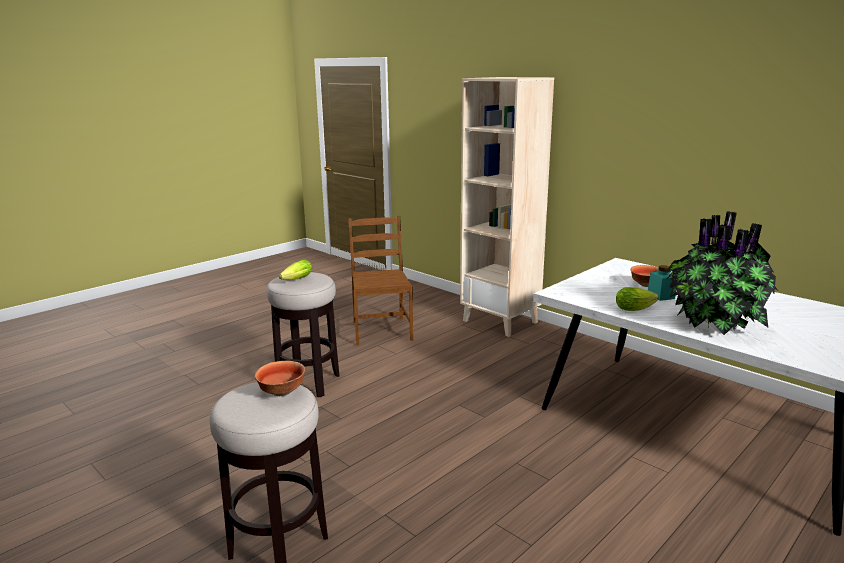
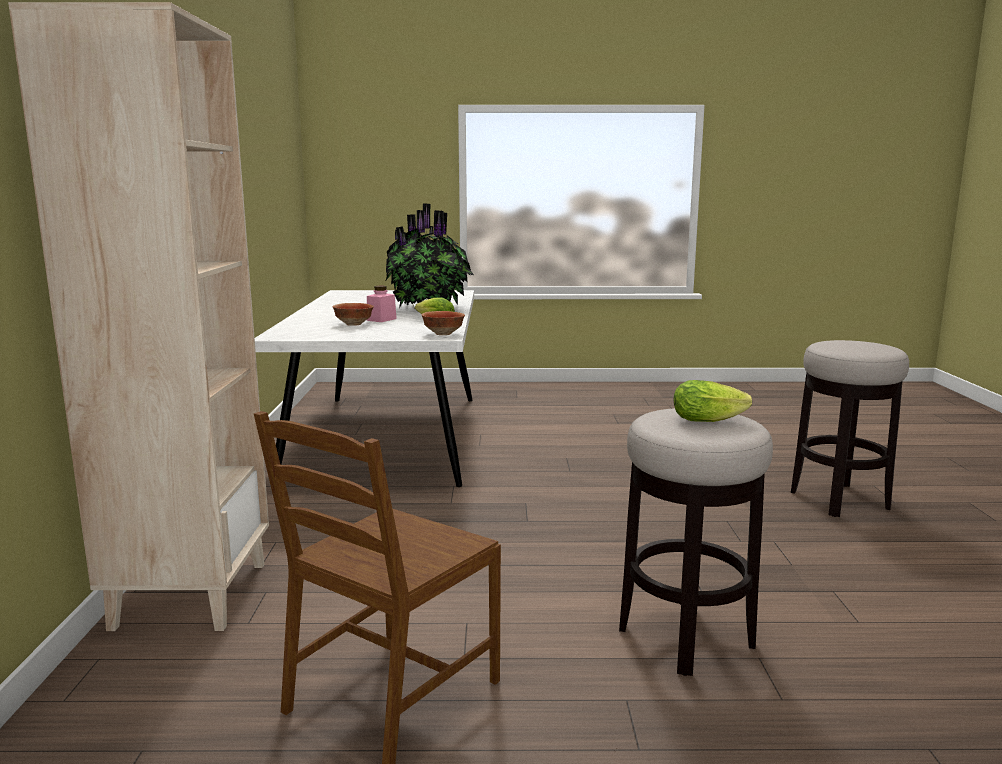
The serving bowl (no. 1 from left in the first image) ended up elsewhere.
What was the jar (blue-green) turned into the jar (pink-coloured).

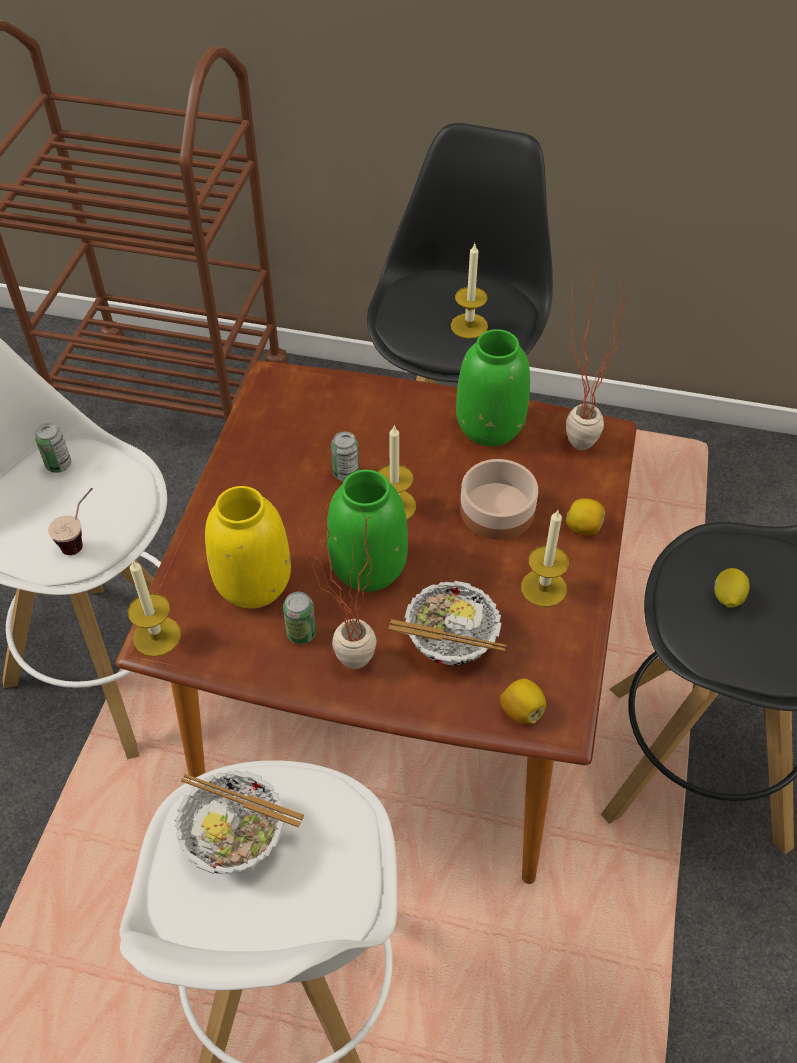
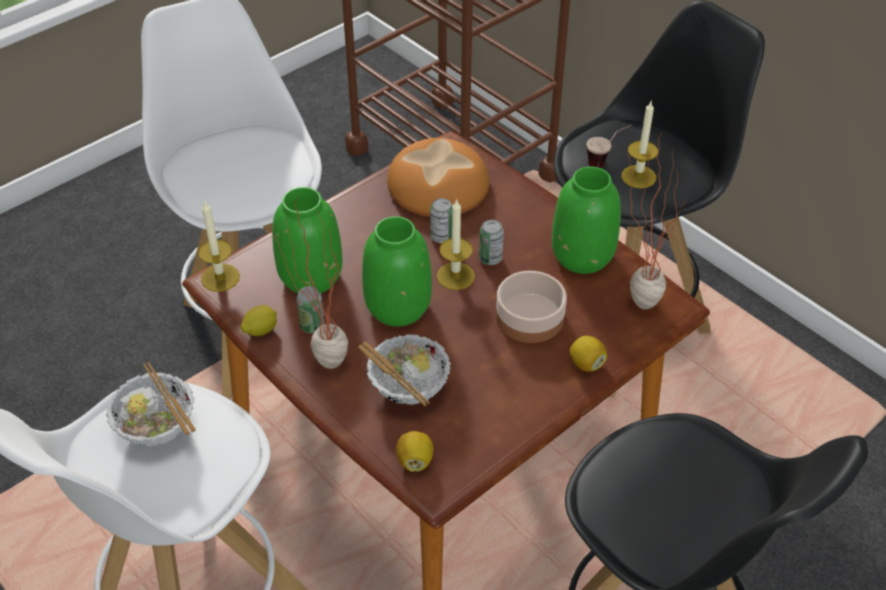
The sealed can (no. 1 from left in the first image) ended up elsewhere.
The small cup ended up elsewhere.
What was the flower vase (yellow-coloured) turned into the flower vase (green-coloured) (no. 1 from left).
The second view lost the candle (no. 4 from left).
The whole lemon (no. 3 from left in the first image) ended up elsewhere.
The second view gained the bakery bread.

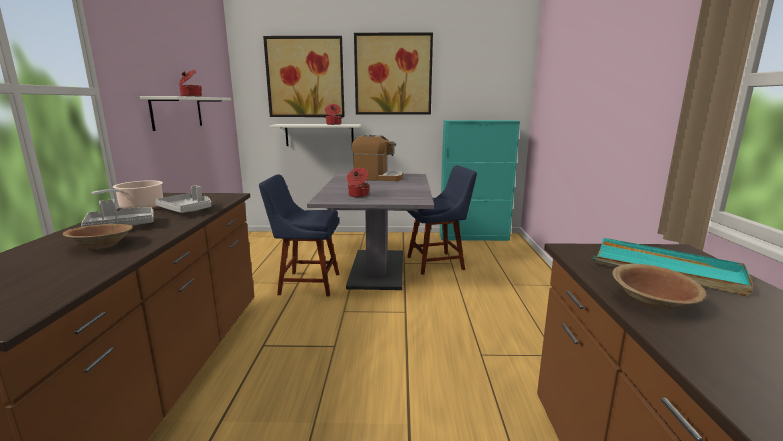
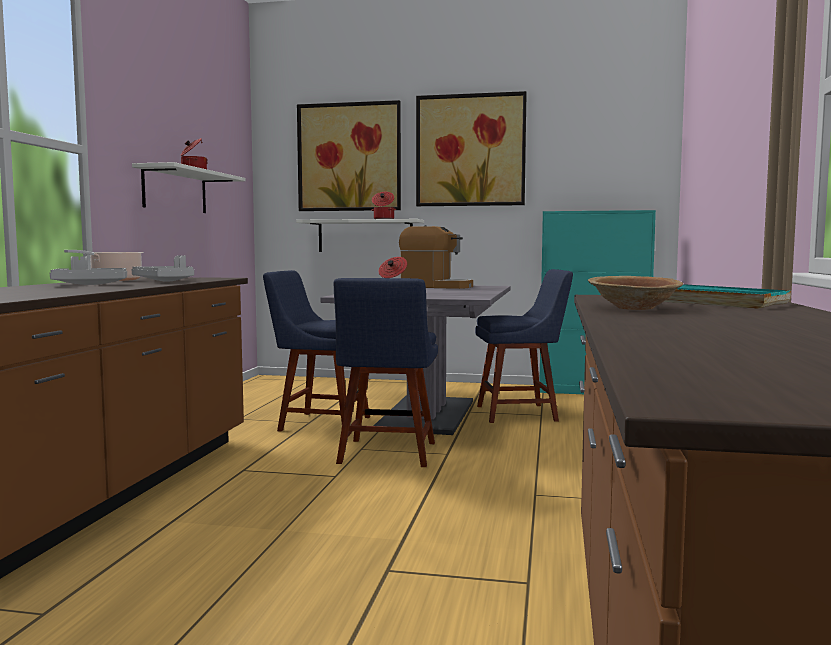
The second view lost the serving bowl (brown-coloured) (no. 1 from left).
The second view gained the chair (blue-coloured) (no. 2 from left).

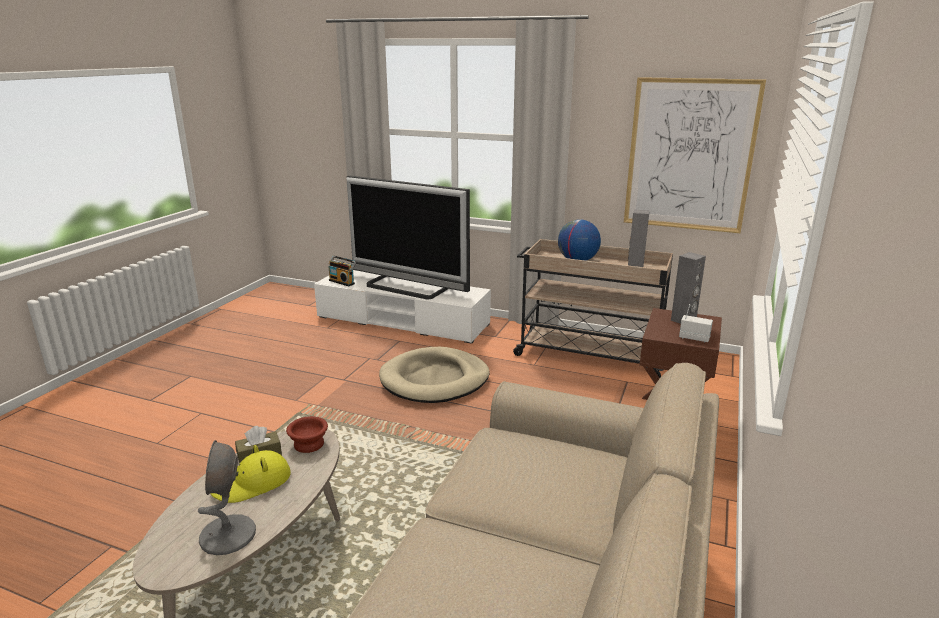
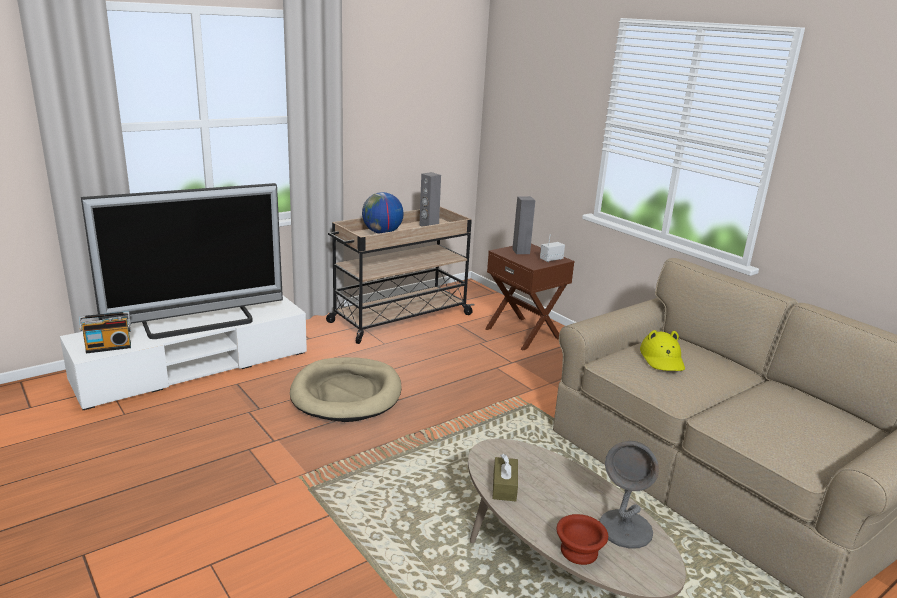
The wearable hat (yellow-coloured) ended up elsewhere.
The serving bowl (brown-coloured) ended up elsewhere.
The second view lost the picture.

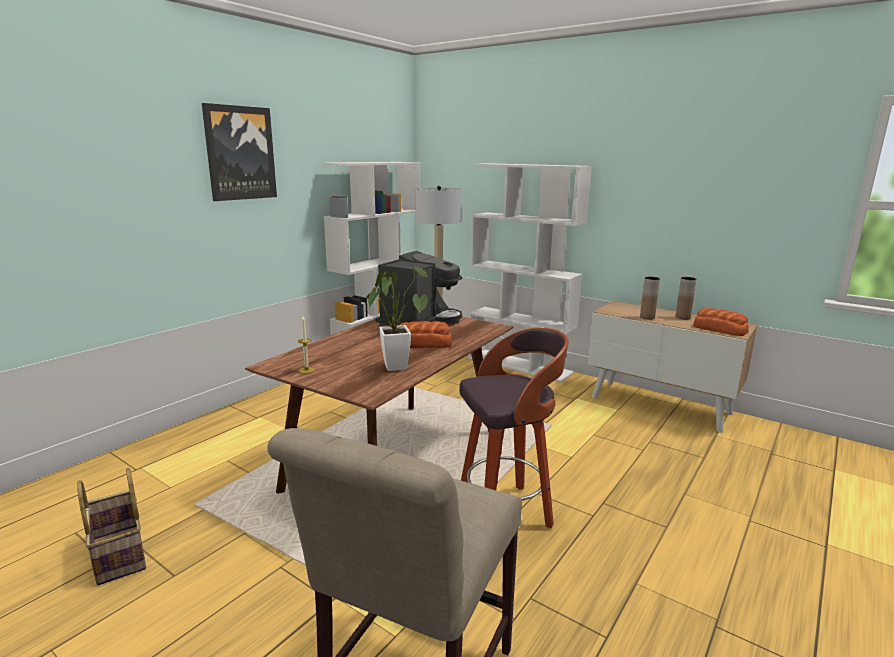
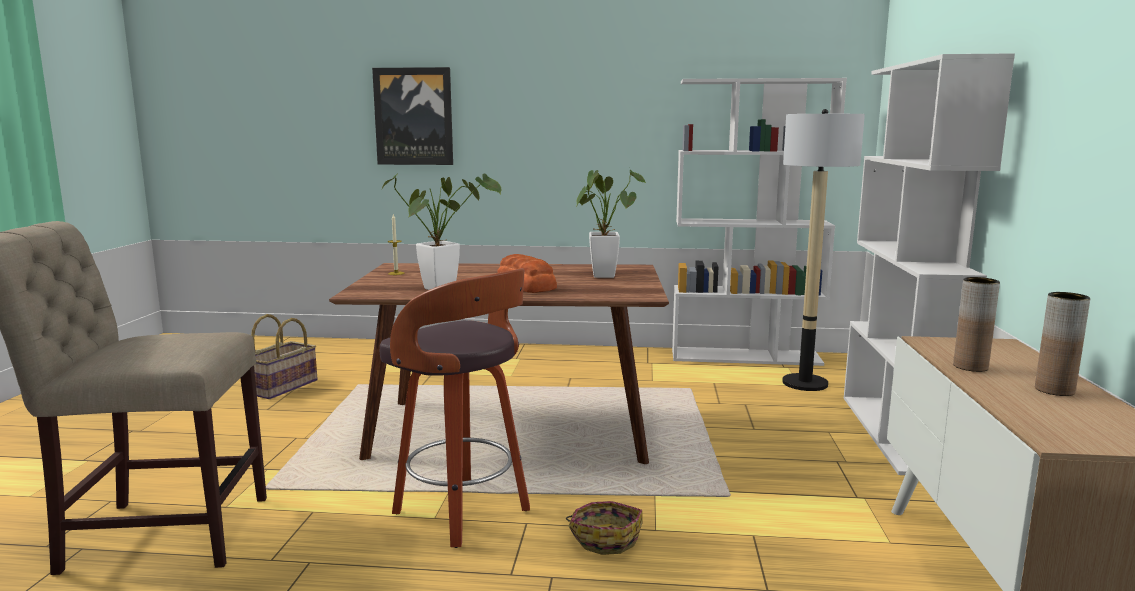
The picture ended up elsewhere.
Where the coffee brewer stood, the plant in a pot (no. 2 from left) came to stand.
The second view lost the bakery bread (no. 2 from left).
The second view gained the basket (no. 2 from left).

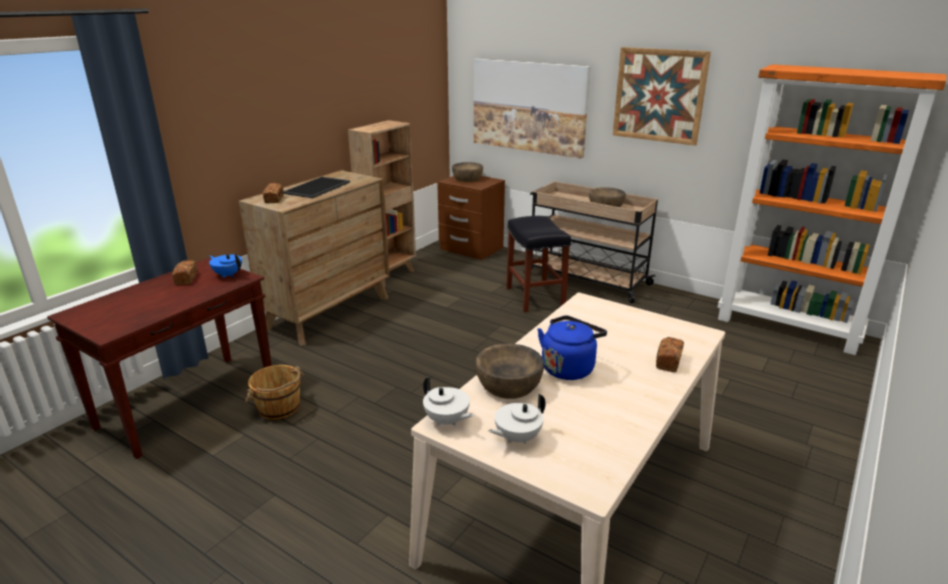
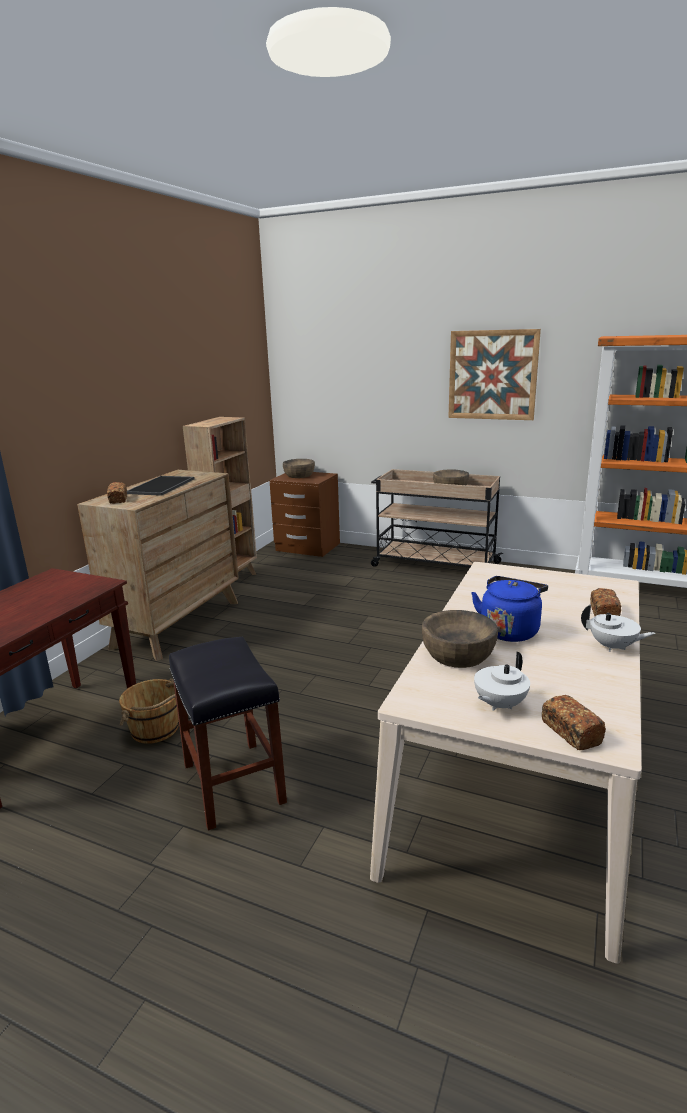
The bakery bread (no. 1 from left in the first image) ended up elsewhere.
The second view lost the tea pot (blue-coloured).
The tea pot (whitish) (no. 1 from left in the first image) ended up elsewhere.
The second view lost the picture (no. 1 from left).
The stool (black-coloured) ended up elsewhere.

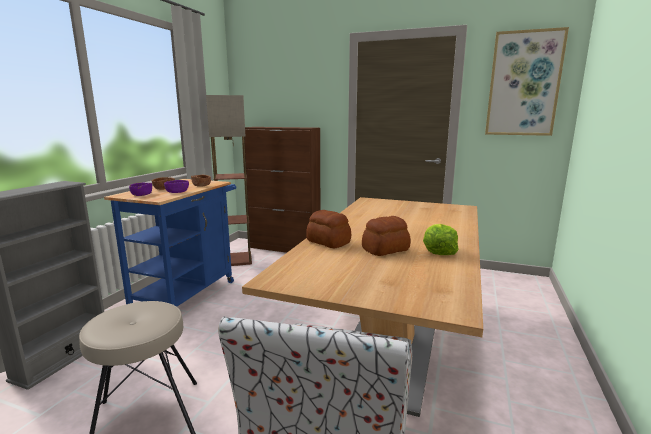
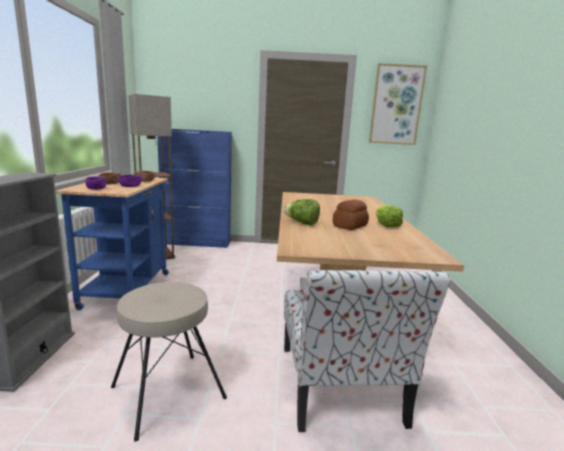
What was the cabinet (brown-coloured) turned into the cabinet (blue-coloured).
Where the bakery bread (no. 1 from left) stood, the lettuce (no. 1 from left) came to stand.

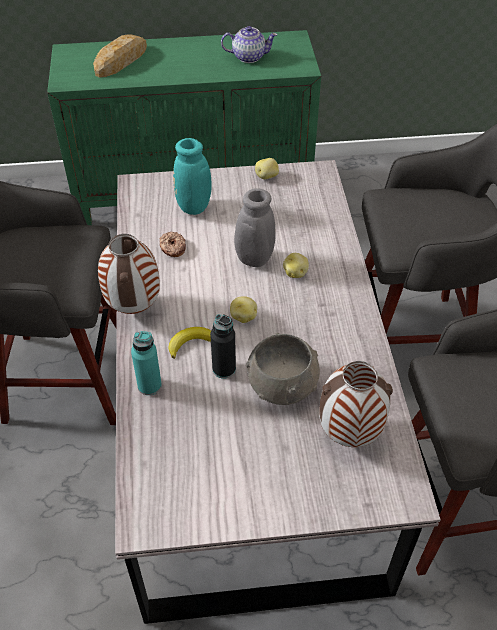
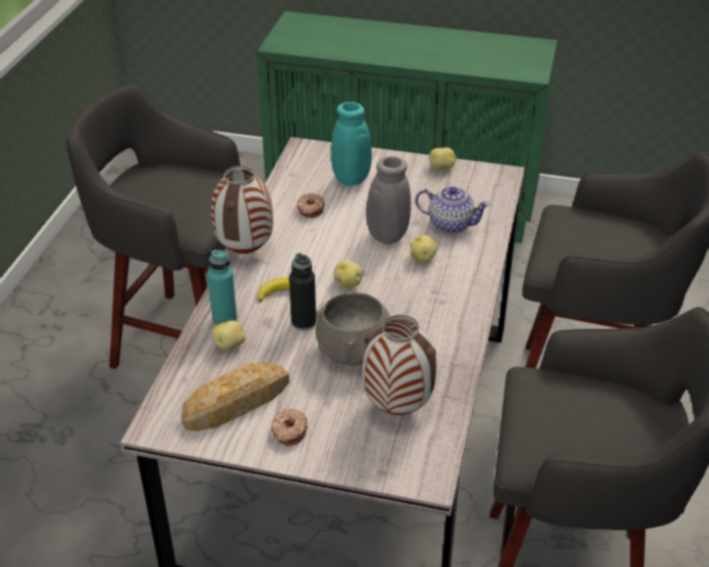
The bakery bread ended up elsewhere.
The tea pot ended up elsewhere.
The second view gained the potato (no. 1 from left).
The second view gained the donut (no. 1 from left).

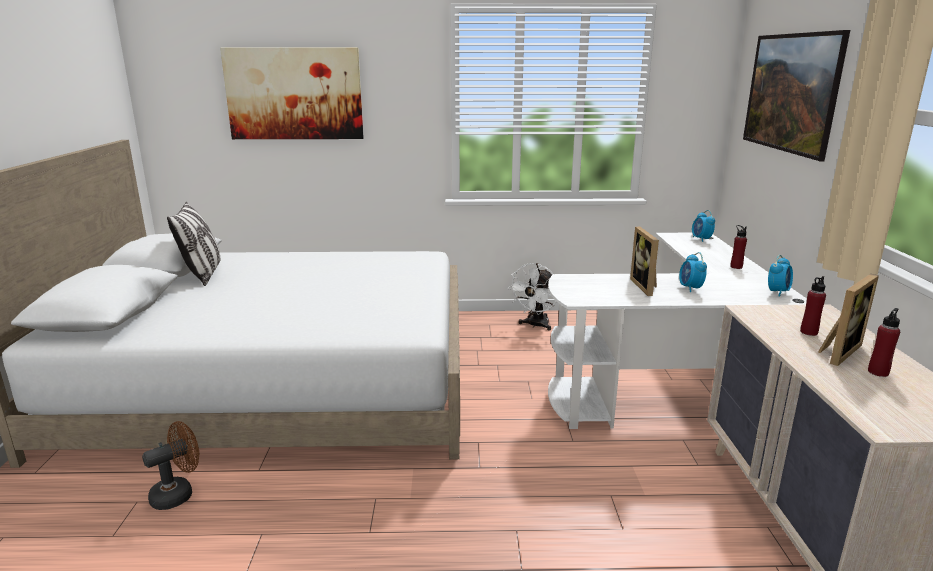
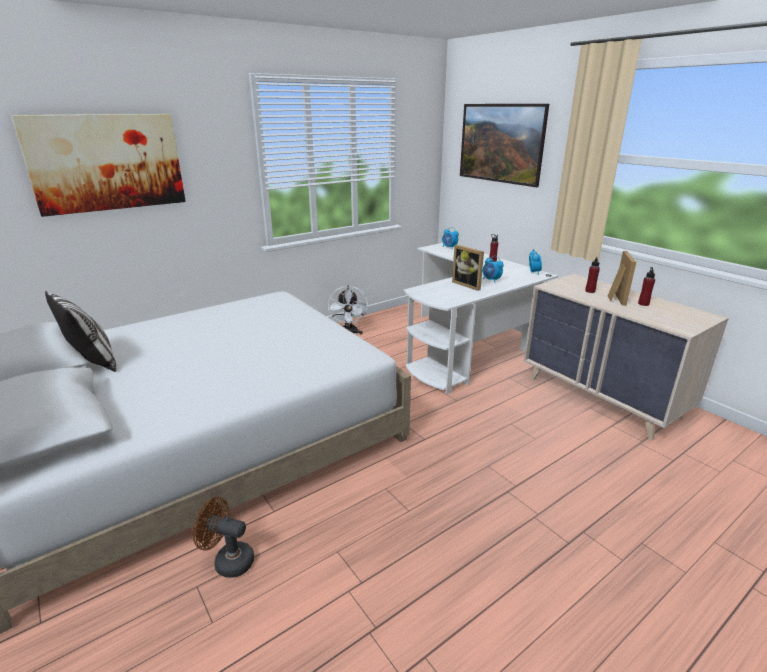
The cooling fan (brown-coloured) ended up facing another way, 90 degrees counterclockwise from before.

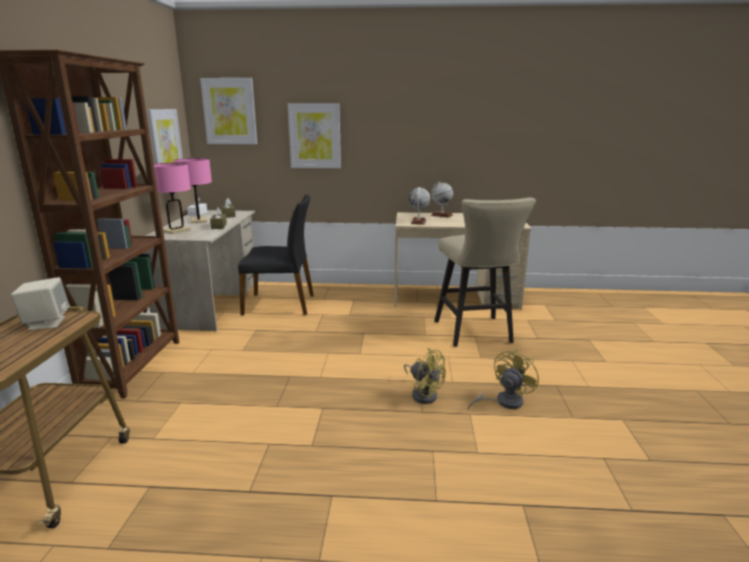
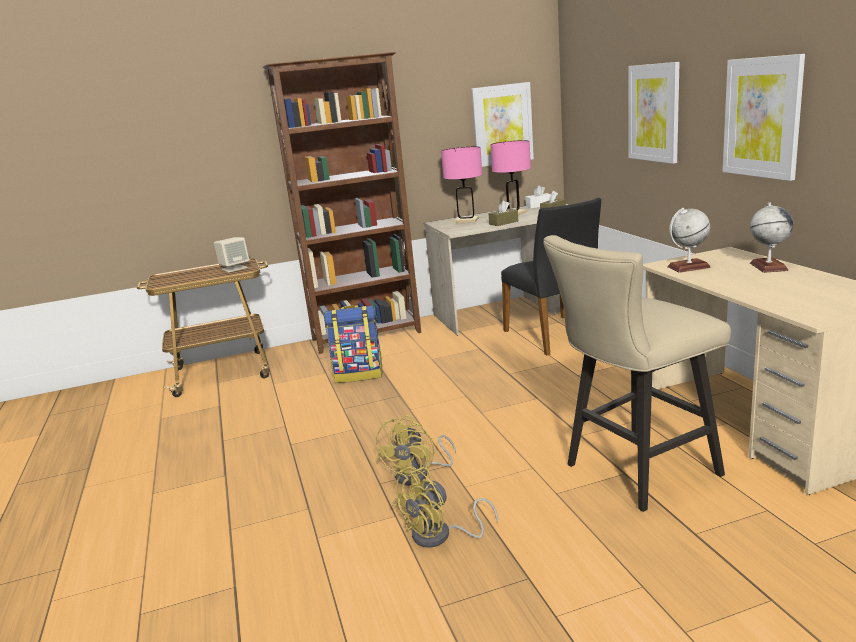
The picture (no. 2 from left in the first image) ended up elsewhere.
The cooling fan (yellow-coloured) (no. 2 from left) ended up facing another way, 120 degrees clockwise from before.
The second view gained the backpack.

